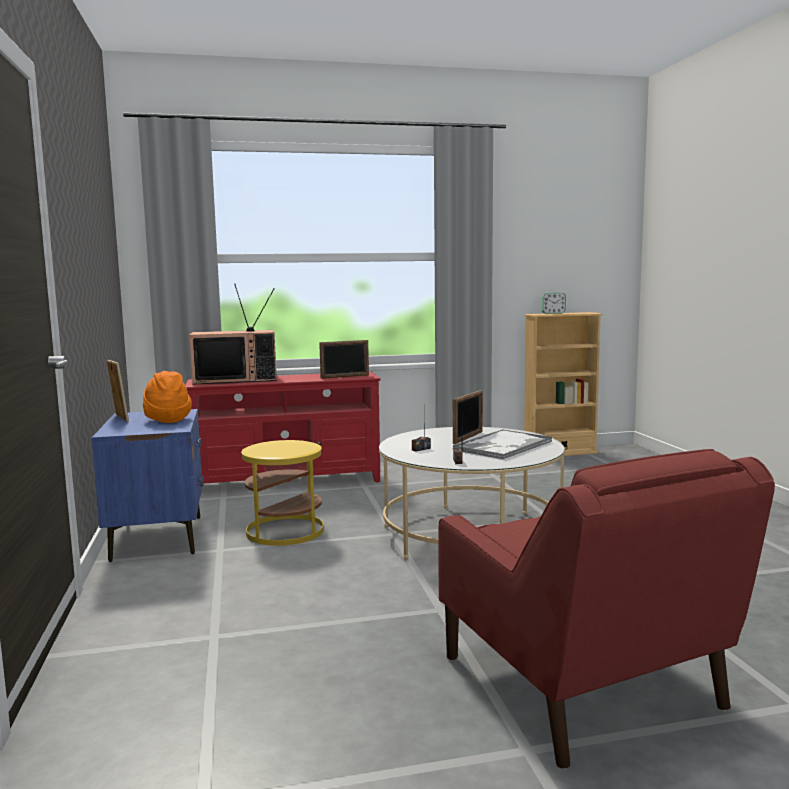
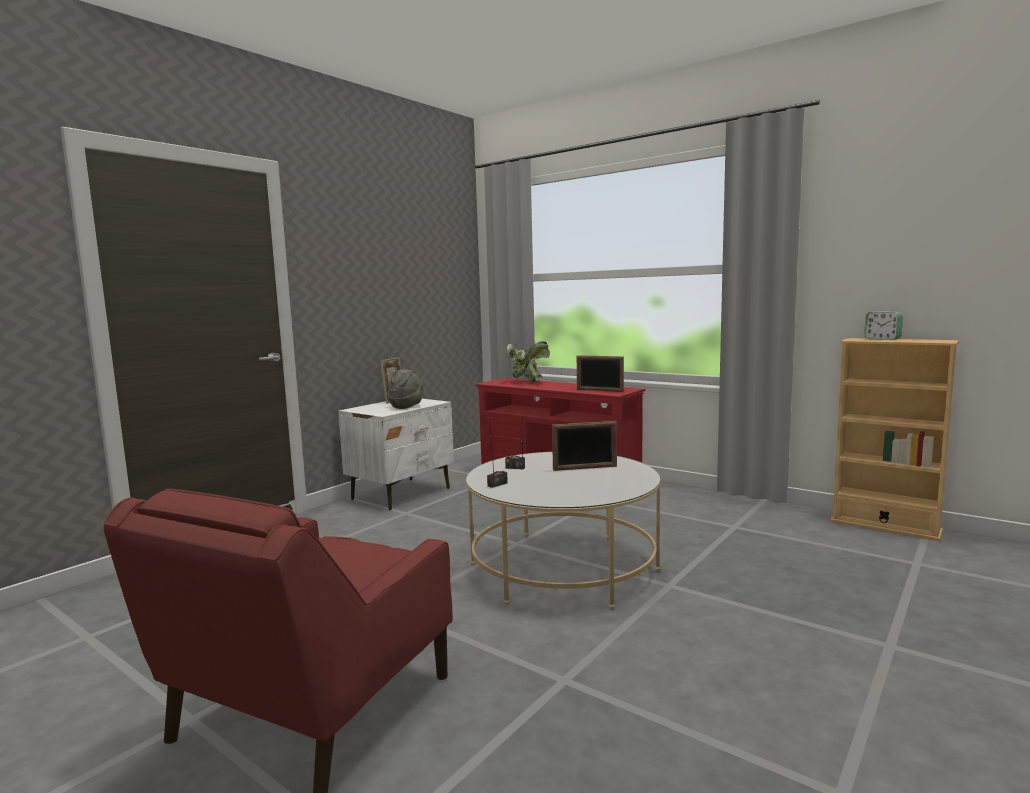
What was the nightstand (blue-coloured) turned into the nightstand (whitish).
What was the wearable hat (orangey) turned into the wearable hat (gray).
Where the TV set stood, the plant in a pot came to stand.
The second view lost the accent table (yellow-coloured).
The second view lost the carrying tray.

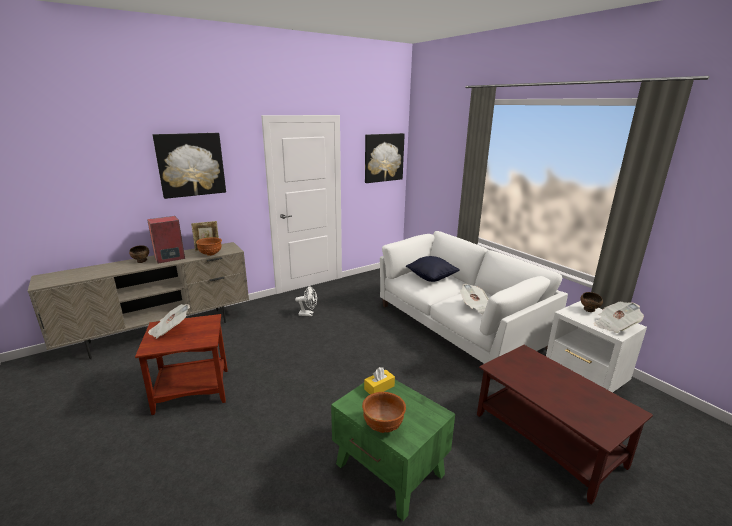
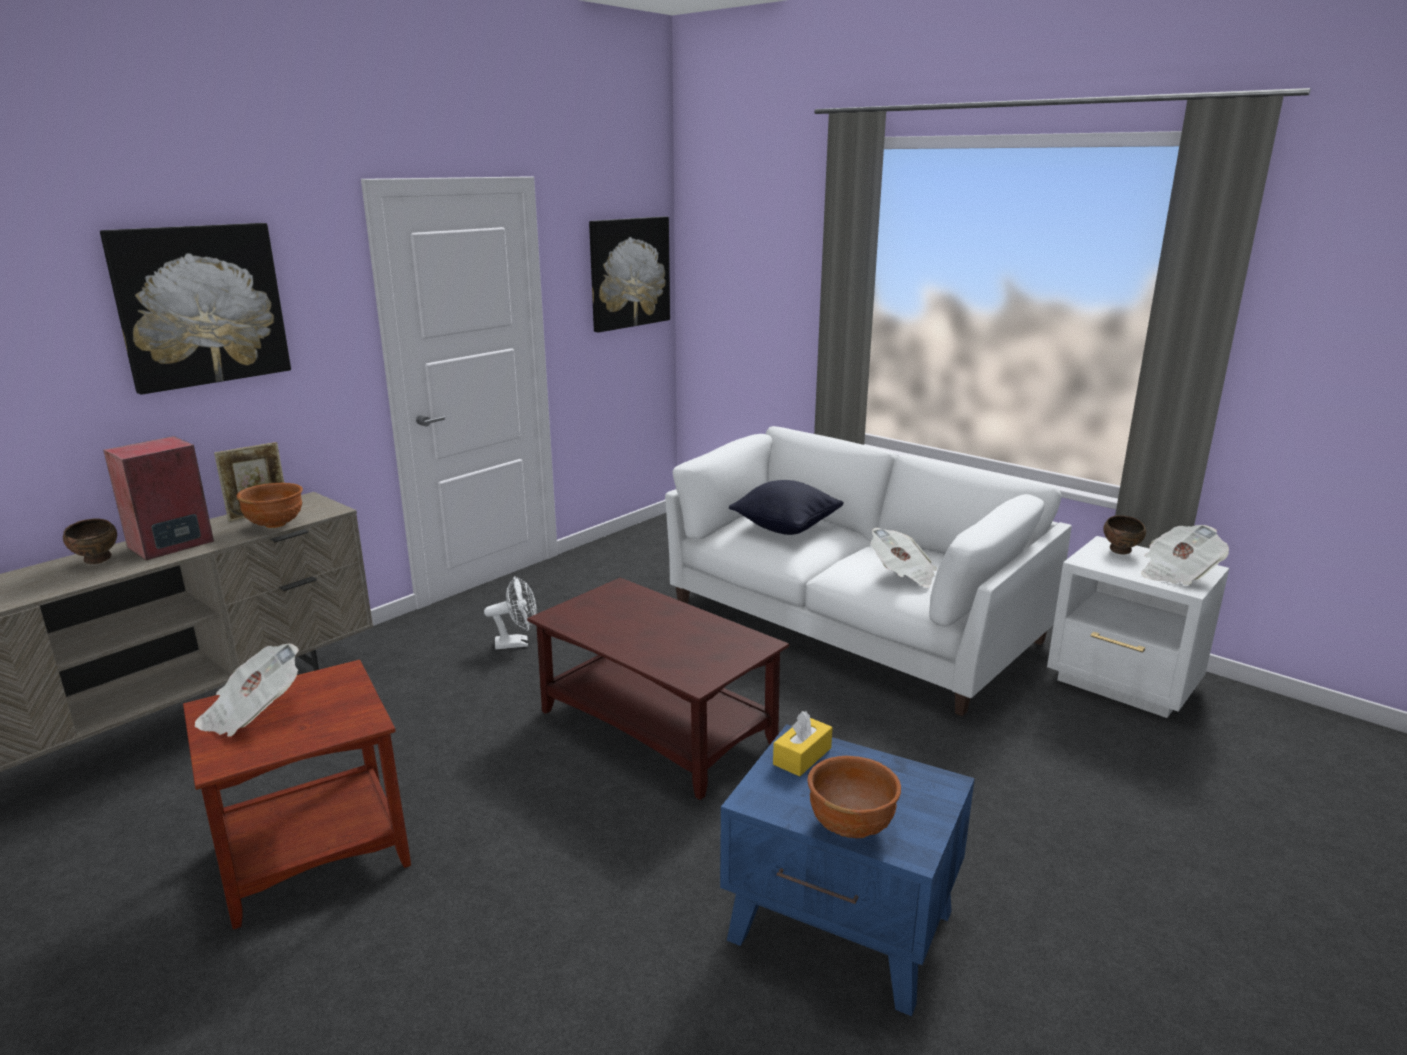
What was the accent table (green-coloured) turned into the accent table (blue-coloured).
The lounge table (brown-coloured) ended up elsewhere.

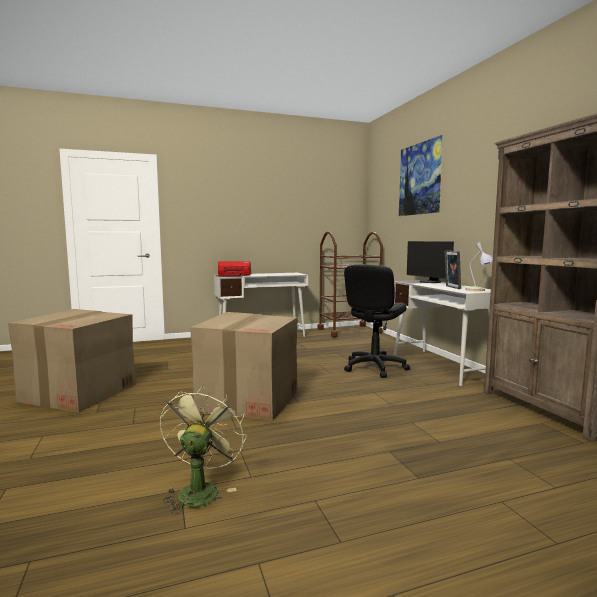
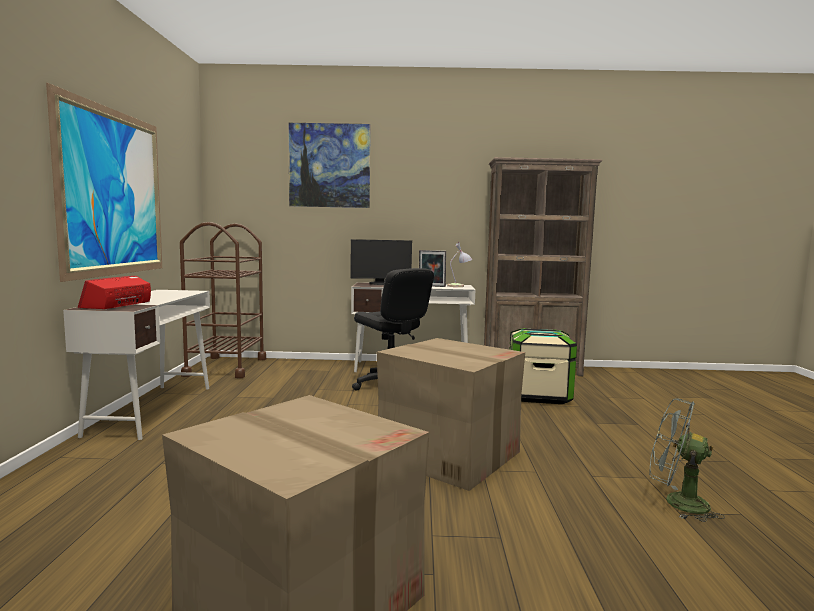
What was the cooling fan (green-coloured) turned into the cooling fan (gray).
The second view gained the picture (no. 1 from left).
The second view gained the storage bin.

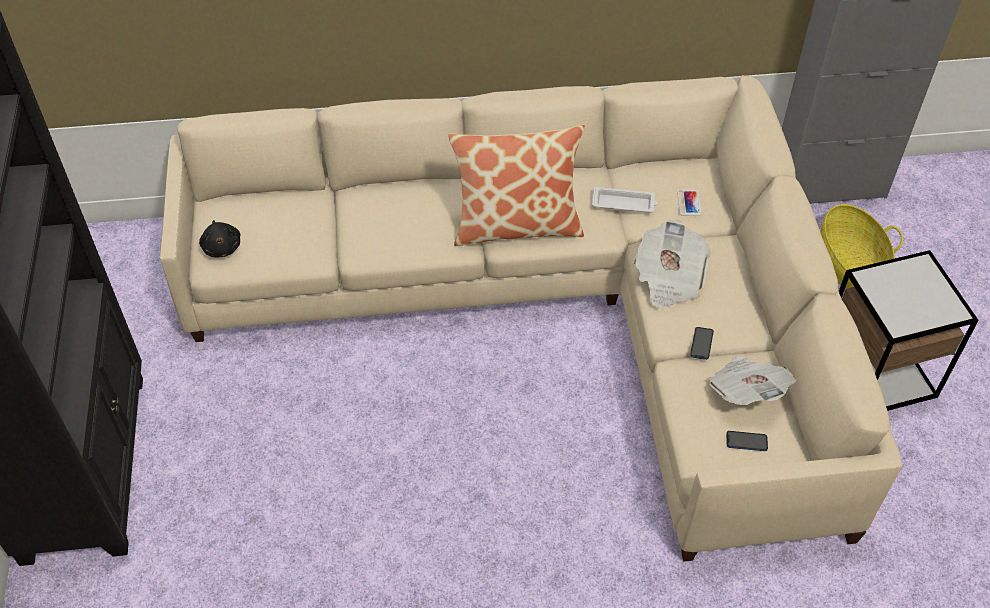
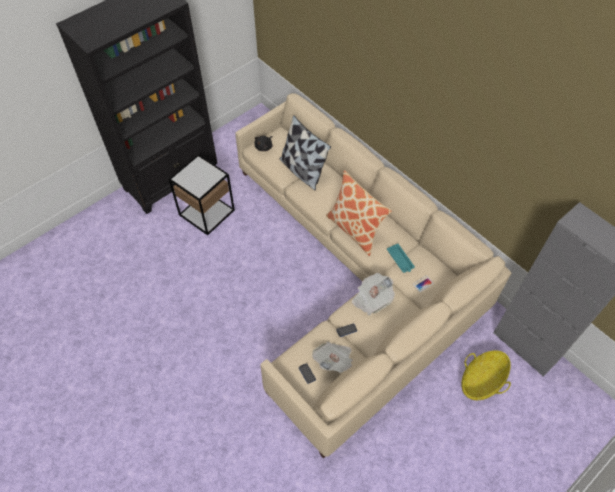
What was the carrying tray (whitish) turned into the carrying tray (blue-green).
The accent table ended up elsewhere.
The second view gained the throw pillow (no. 1 from left).

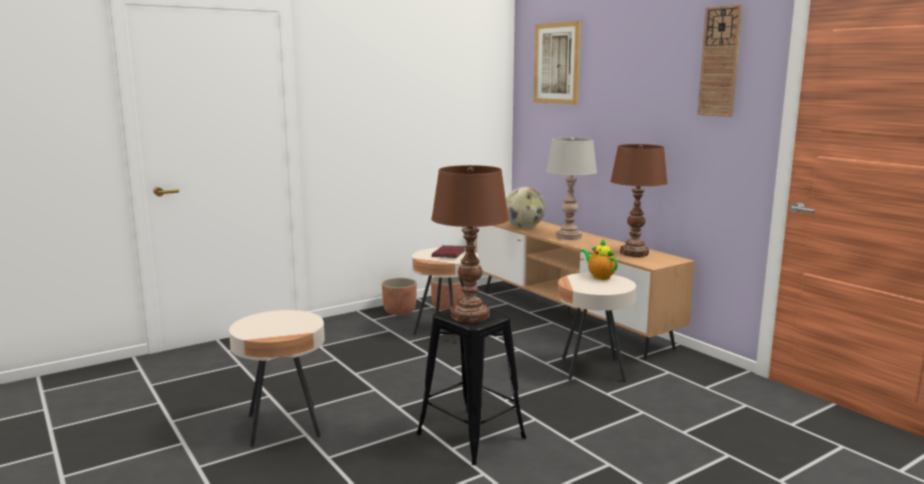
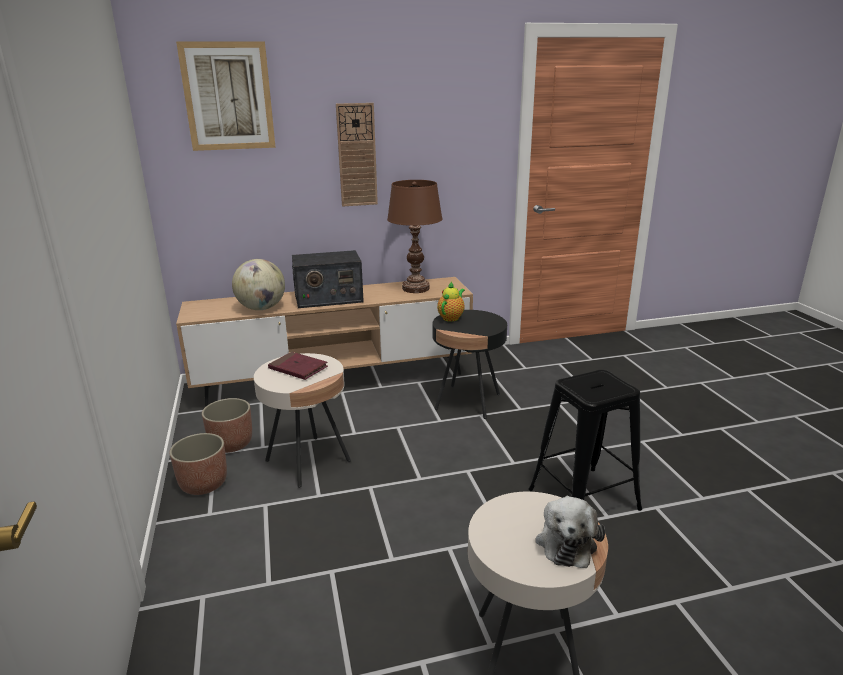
The second view lost the tabletop lamp (brown-coloured) (no. 1 from left).
Where the tabletop lamp (gray) stood, the radio receiver came to stand.
What was the accent table (beige) (no. 3 from left) turned into the accent table (black-coloured).
The tea pot ended up facing another way, 135 degrees clockwise from before.
The wall clock ended up elsewhere.
The second view gained the cuddly toy.

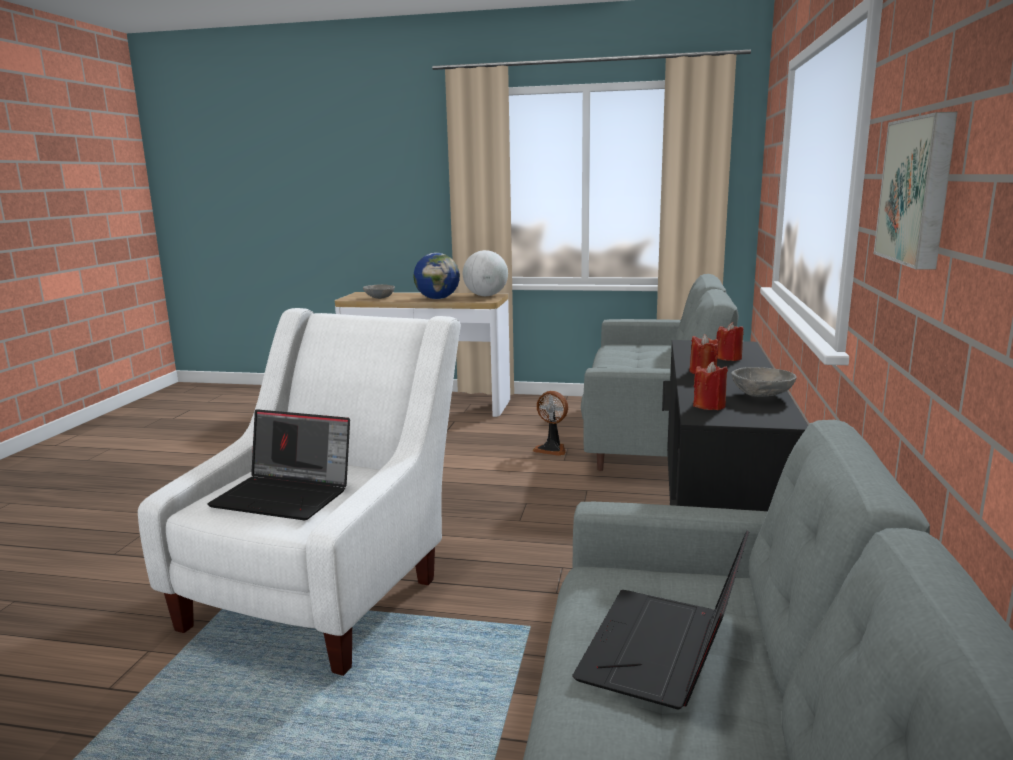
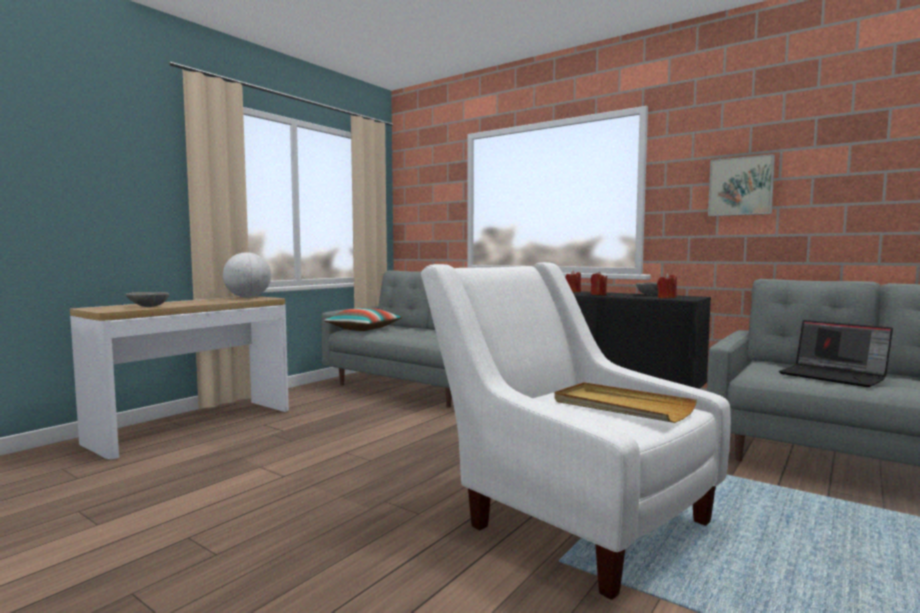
Where the notebook computer (no. 1 from left) stood, the carrying tray (beige) came to stand.
The second view lost the globe (no. 1 from left).
The second view lost the cooling fan.
The second view gained the throw pillow.

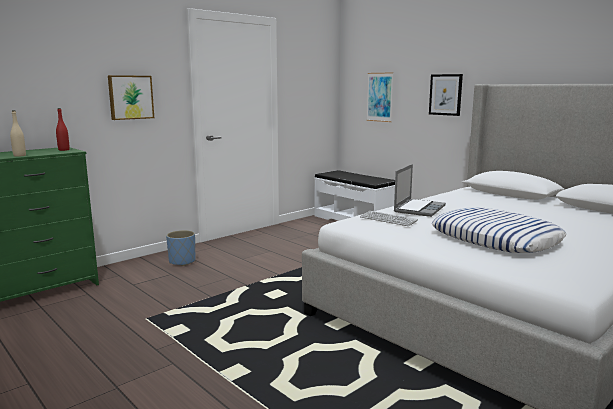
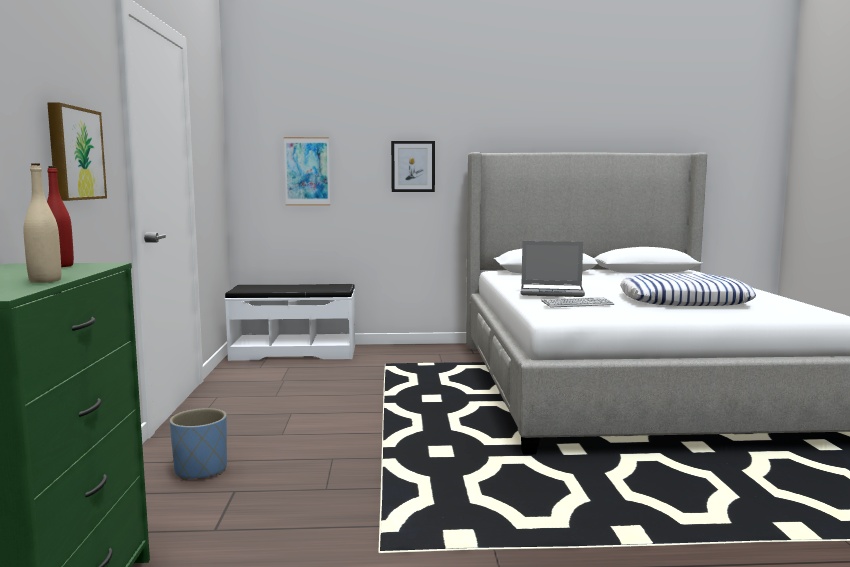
The notebook computer ended up facing another way, 120 degrees clockwise from before.

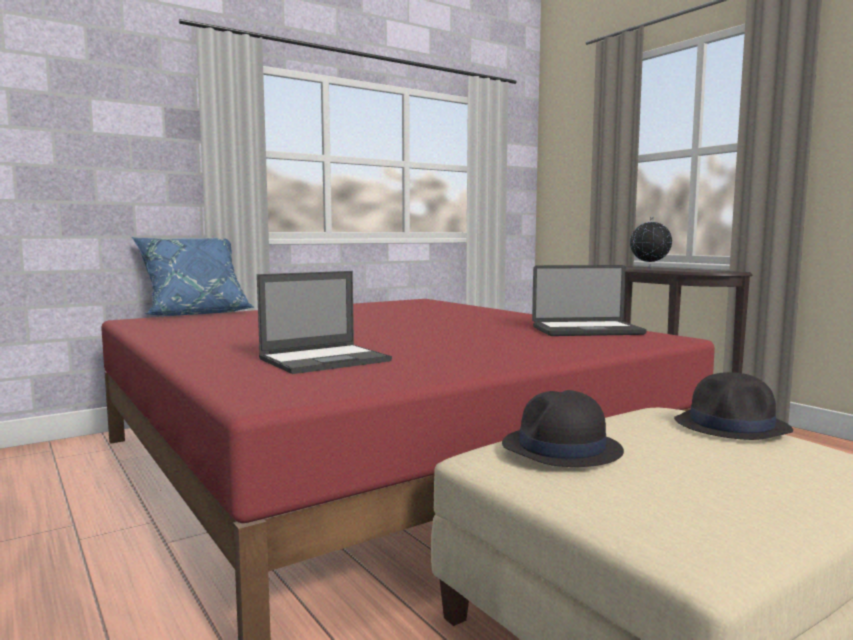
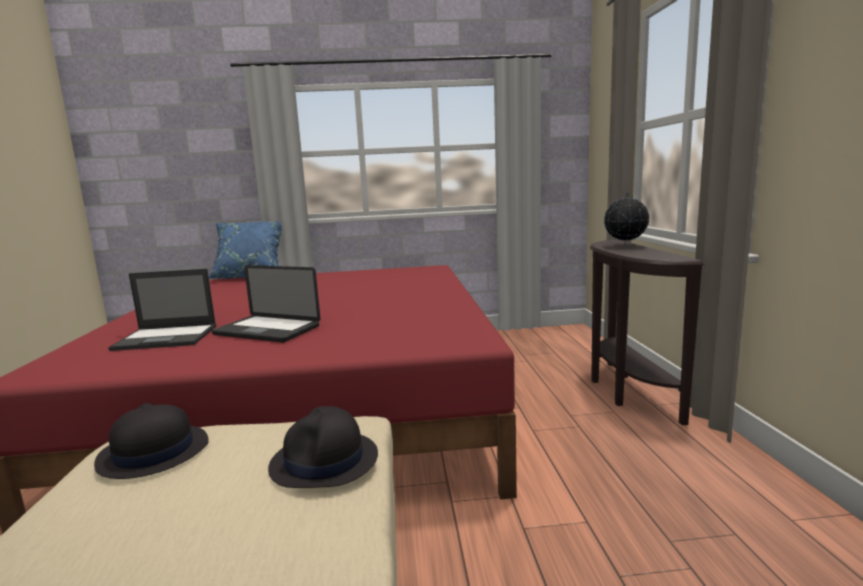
The notebook computer (no. 2 from left) ended up elsewhere.

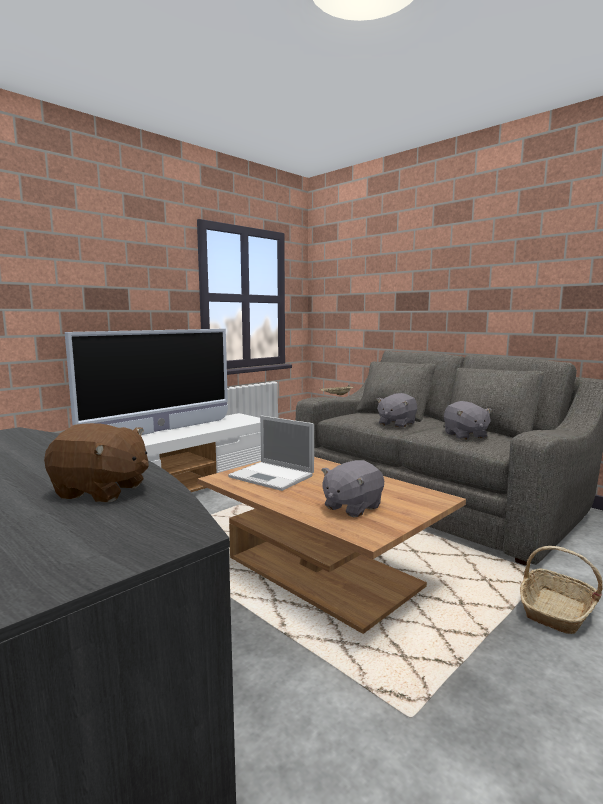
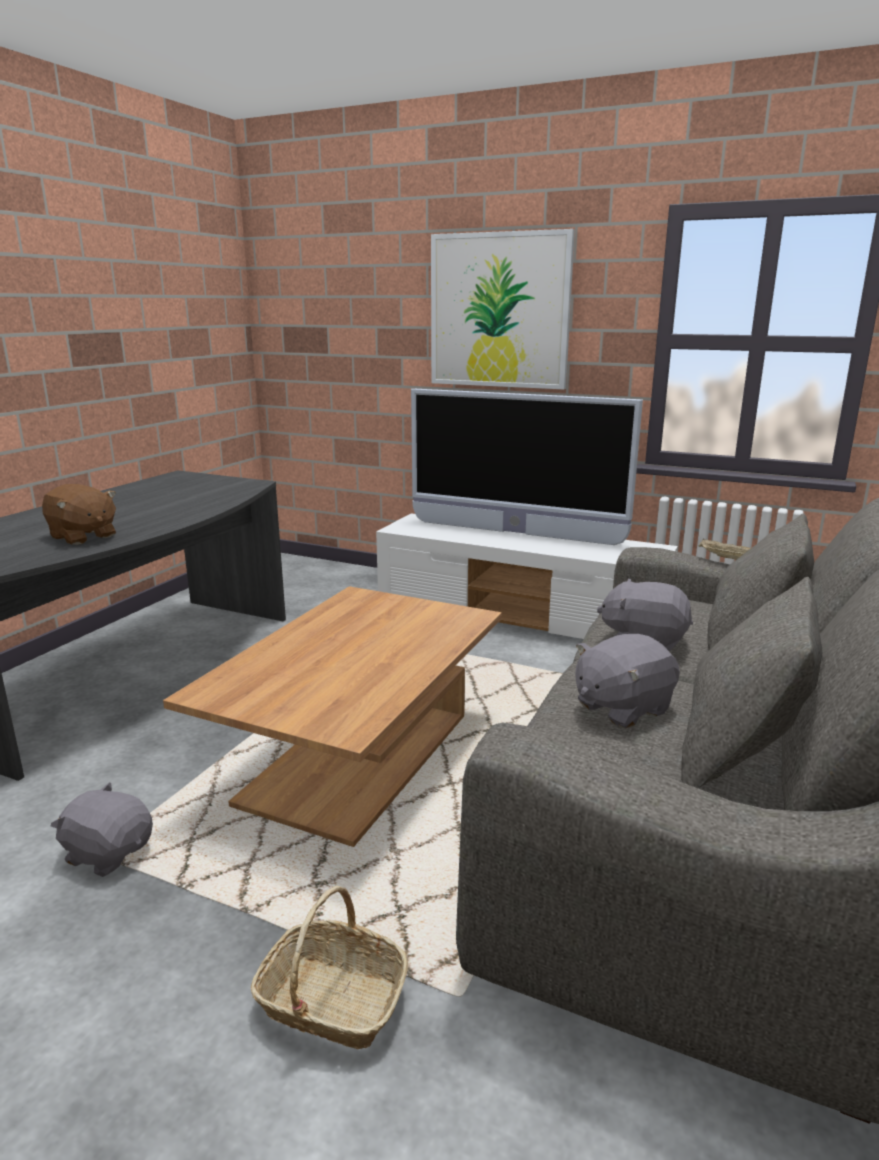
The cuddly toy (brown-coloured) ended up facing another way, 45 degrees counterclockwise from before.
The second view lost the notebook computer.
The cuddly toy (gray) (no. 1 from left) ended up elsewhere.
The second view gained the picture.

